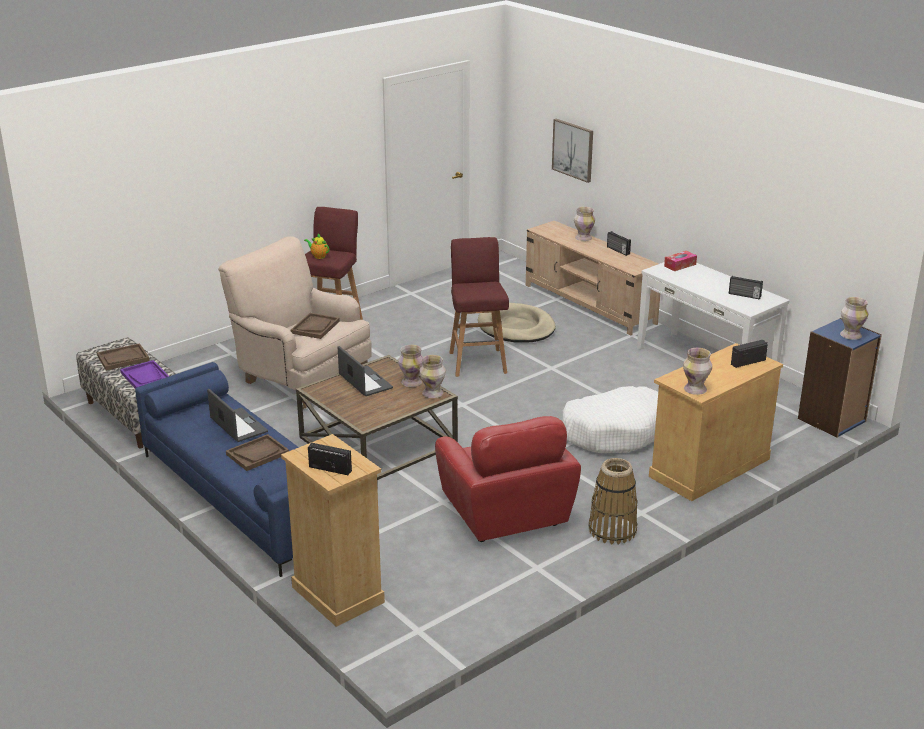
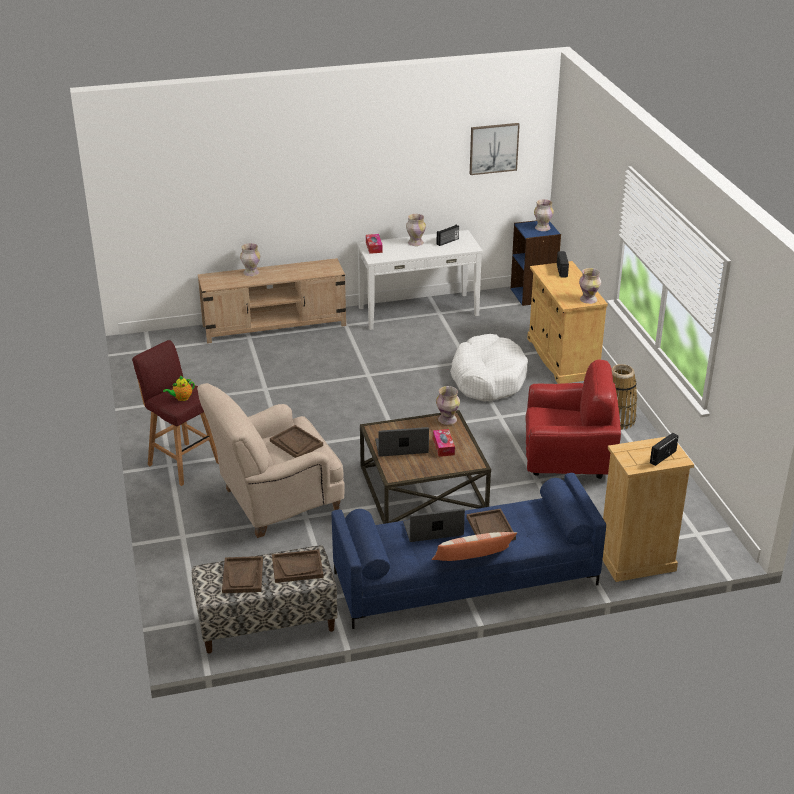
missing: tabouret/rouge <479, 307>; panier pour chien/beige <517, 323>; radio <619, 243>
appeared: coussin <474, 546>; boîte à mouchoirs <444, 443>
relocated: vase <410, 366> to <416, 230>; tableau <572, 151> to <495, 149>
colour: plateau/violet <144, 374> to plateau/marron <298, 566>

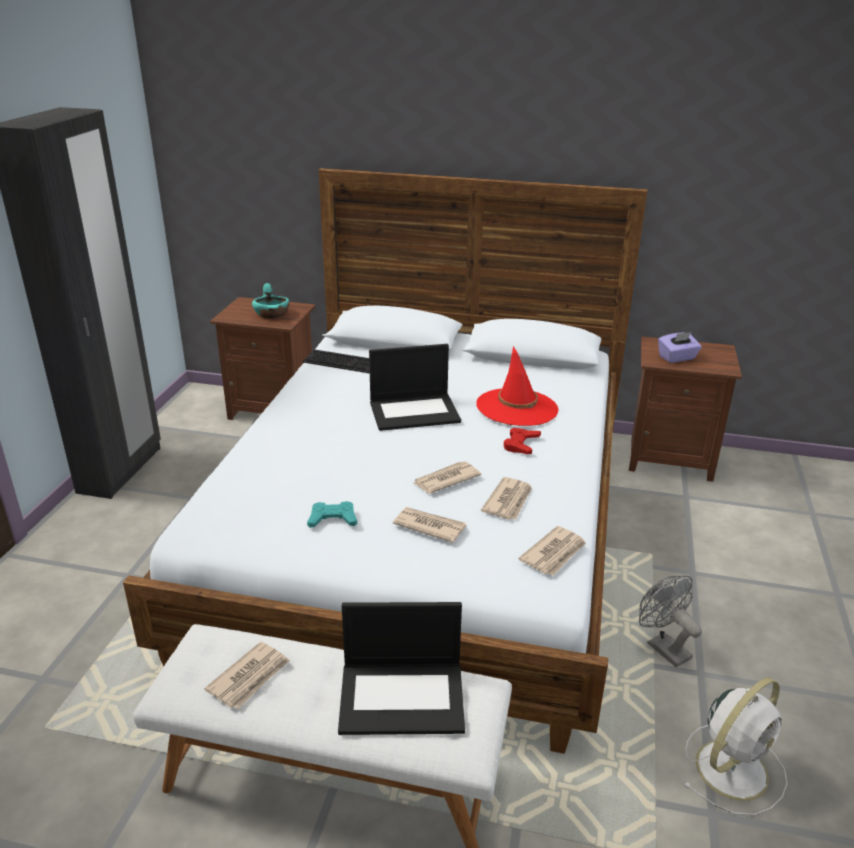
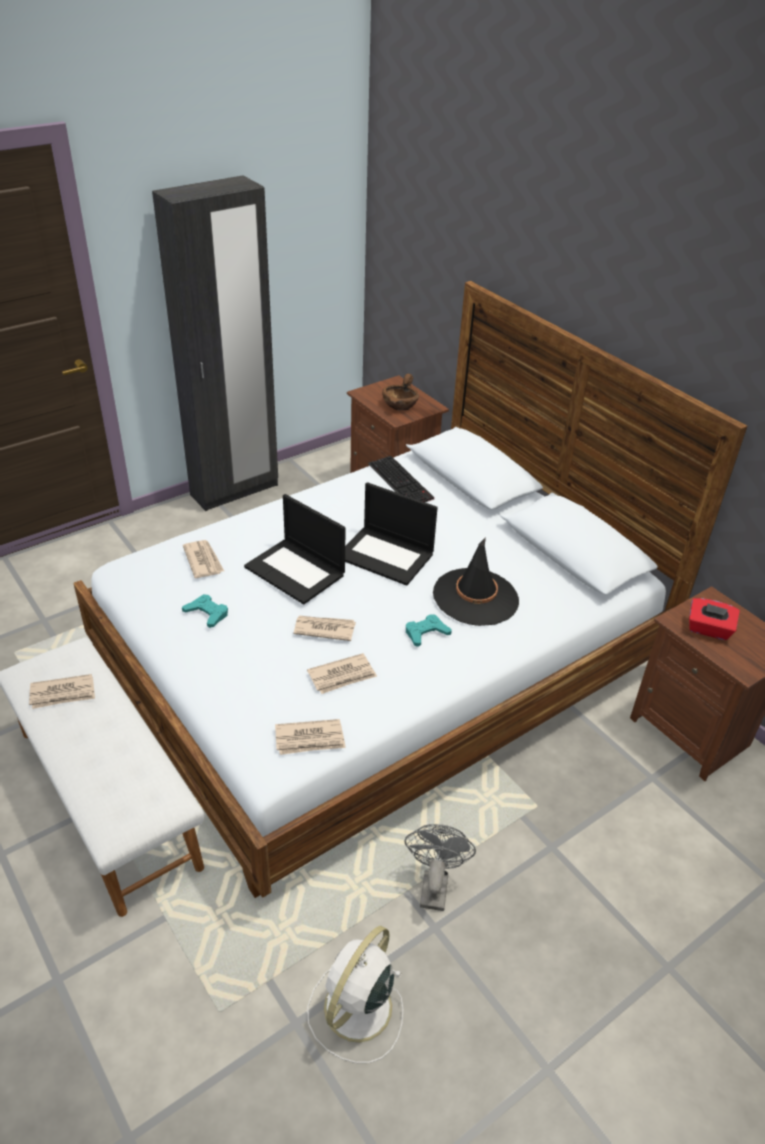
relocated: ordinateur portable <401, 668> to <294, 549>; journal <429, 525> to <203, 559>
colour: bol/turquoise <271, 300> to bol/marron <400, 392>; chapeau/rouge <517, 386> to chapeau/noir <476, 581>; manette/rouge <522, 441> to manette/turquoise <429, 630>; boîte à mouchoirs/violet <680, 347> to boîte à mouchoirs/rouge <714, 619>
spun: ventilateur/blanc <735, 746> = <355, 994> 120 degrees clockwise

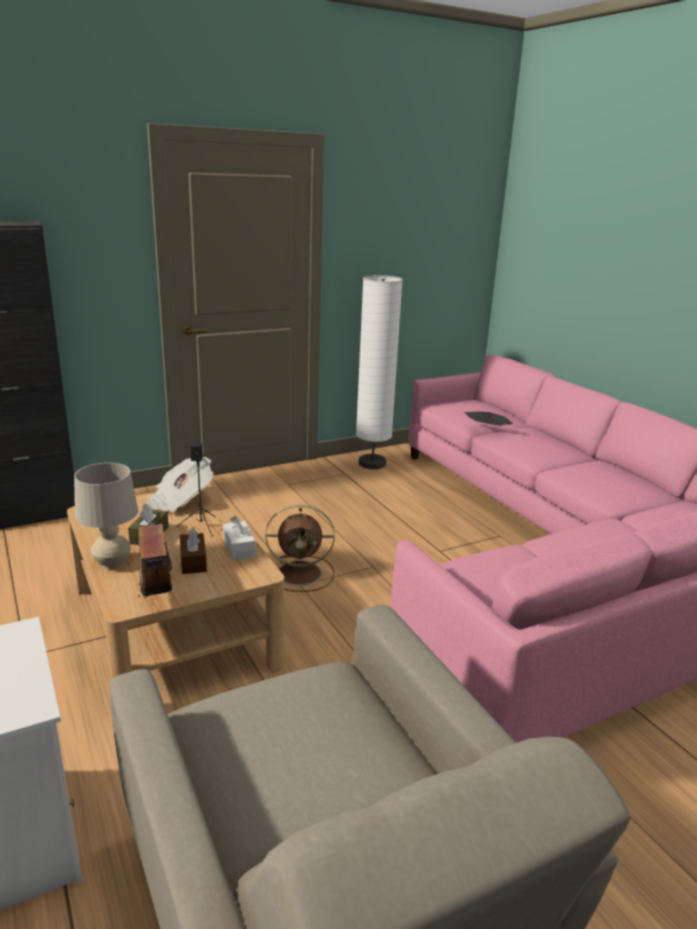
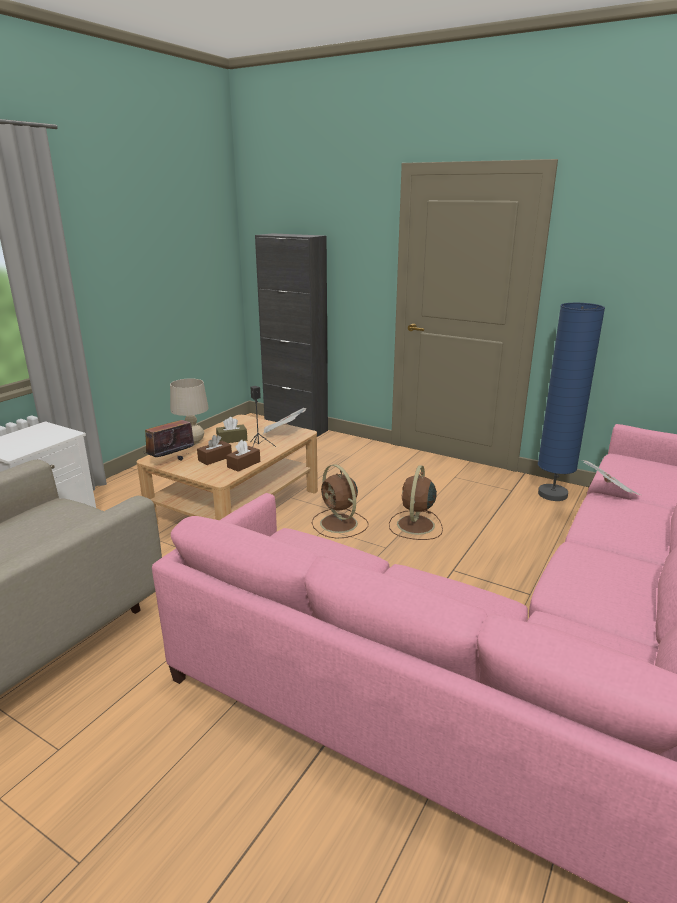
appeared: ventilateur/marron <416, 502>
colour: boîte à mouchoirs/blanc <239, 538> to boîte à mouchoirs/marron <243, 456>; lampadaire/blanc <379, 372> to lampadaire/bleu <571, 402>

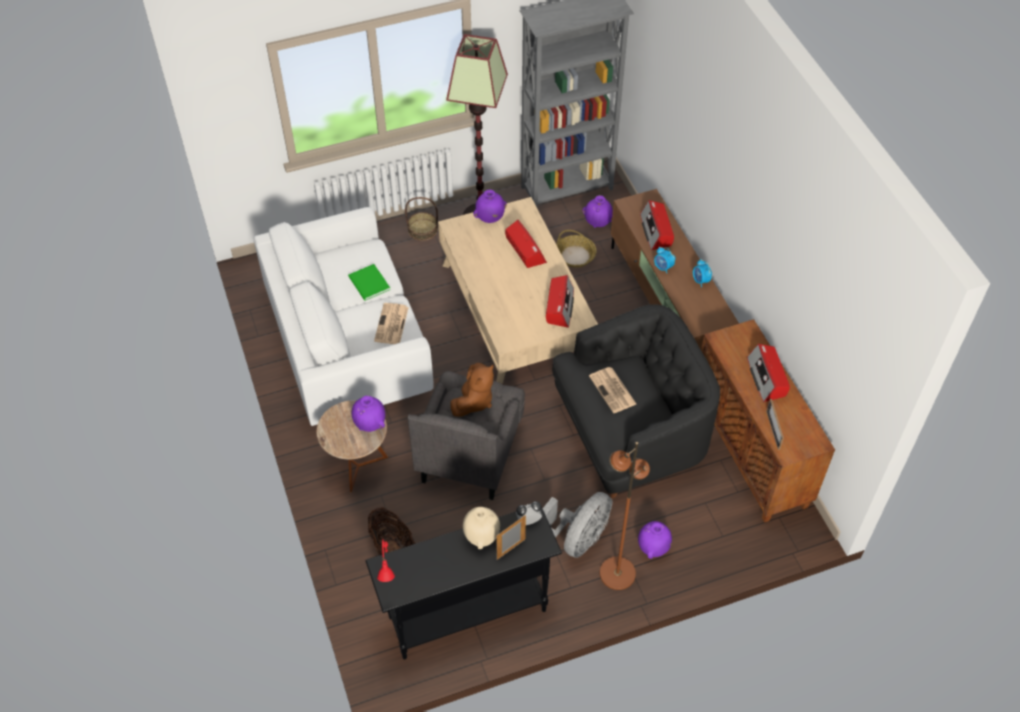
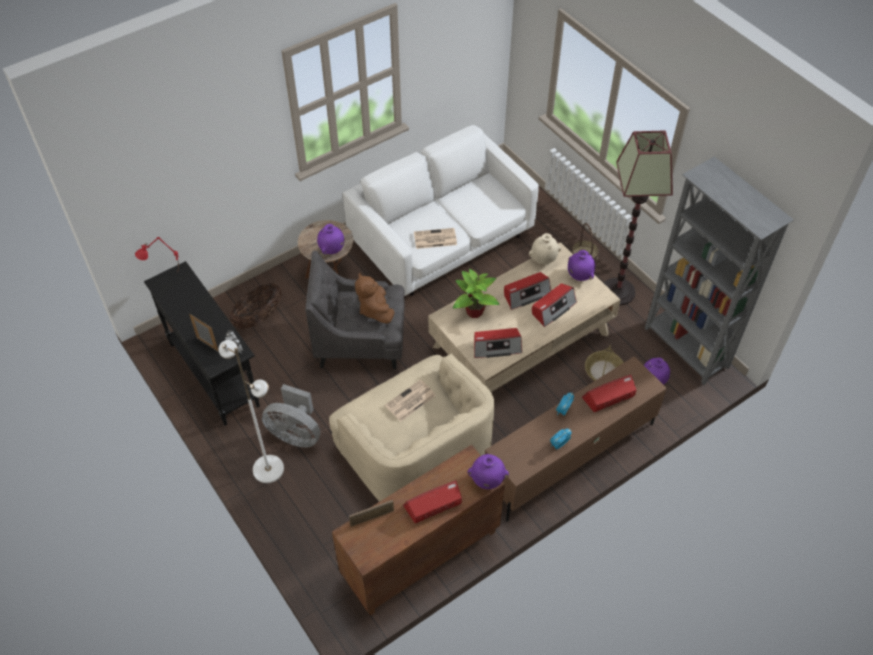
missing: livre/vert <369, 282>
appeared: plante en pot <476, 293>; radio <527, 291>
relocated: vase/beige <481, 528> to <545, 249>; vase/violet <655, 540> to <488, 471>
colour: fauteuil/noir <636, 401> to fauteuil/beige <411, 428>; lampadaire/marron <625, 516> to lampadaire/blanc <251, 411>
spun: peluche/marron <472, 390> = <375, 298> 60 degrees clockwise

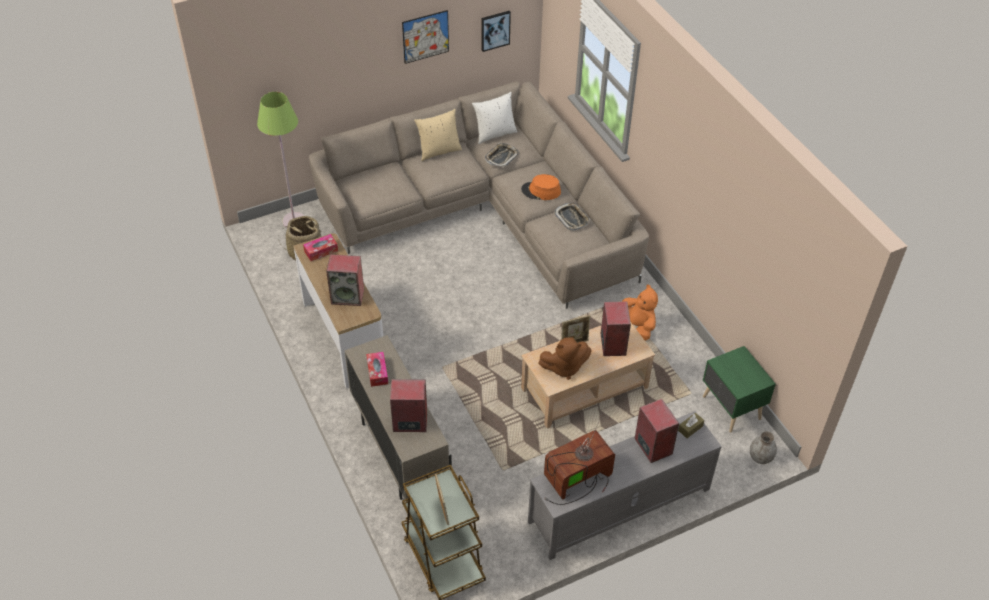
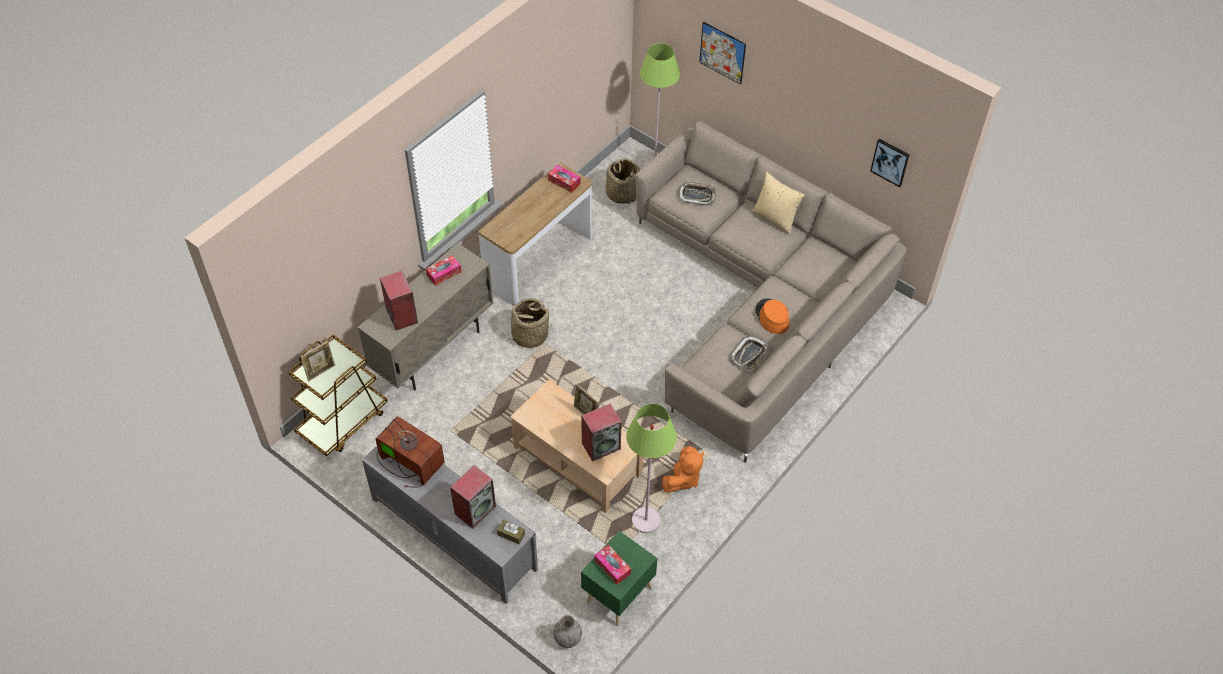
missing: enceinte <345, 280>; coussin/blanc <494, 118>; peluche/marron <565, 358>
appeared: panier <528, 323>; boîte à mouchoirs <612, 564>; lampadaire/vert <651, 468>
relocated: tableau <425, 37> to <722, 53>; plateau <502, 155> to <697, 193>

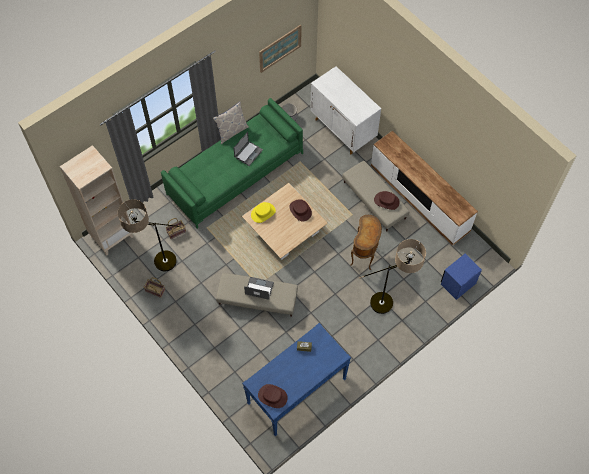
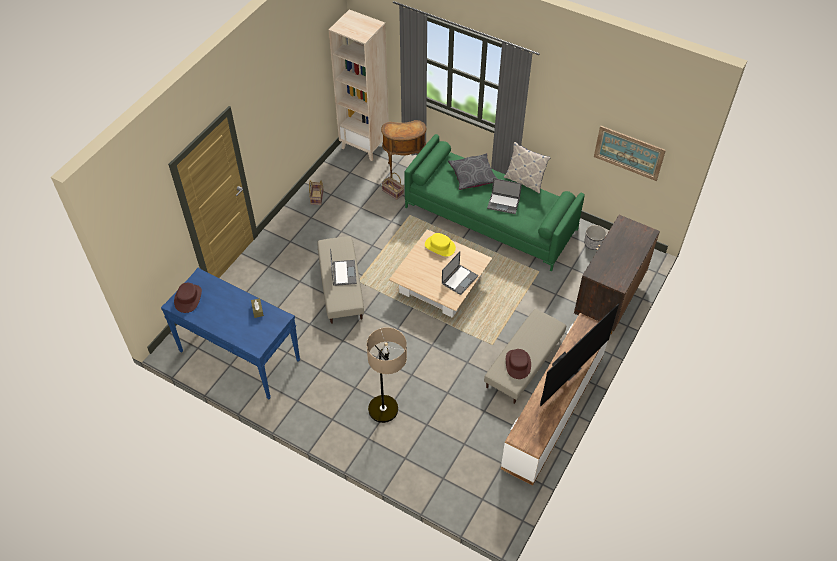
missing: lampadaire <150, 235>; table de chevet/bleu <461, 277>
appeared: coussin/gris <472, 171>; téléviseur <579, 354>
relocated: table d'appoint/marron <366, 242> to <403, 149>
exchanged: chapeau/marron <300, 210> to ordinateur portable <460, 273>
colour: meuble de rangement/blanc <345, 110> to meuble de rangement/marron <617, 274>

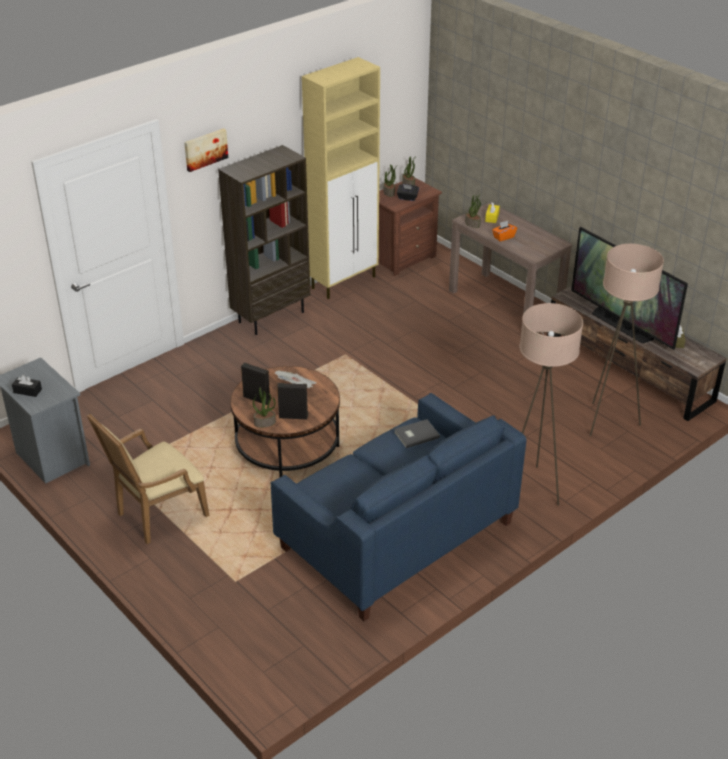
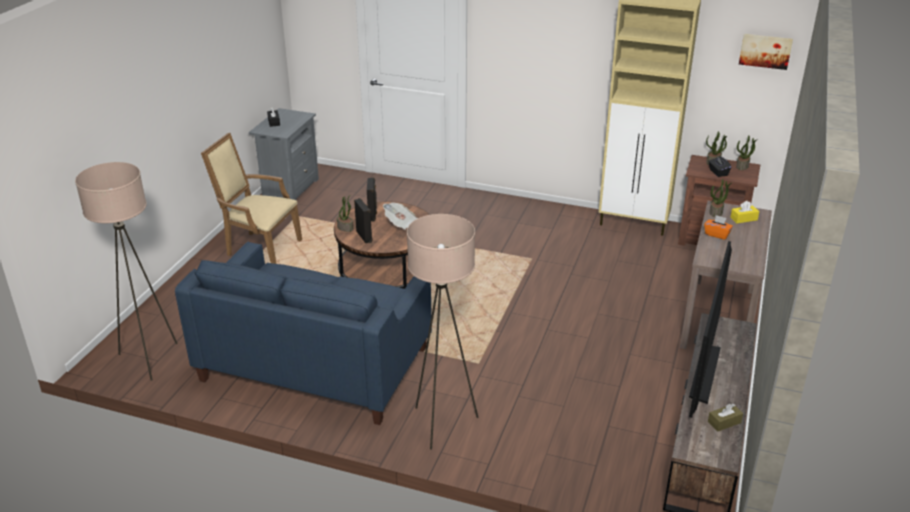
missing: bibliothèque/marron <264, 240>; livre/gris <417, 433>
relocated: tableau <206, 150> to <766, 52>; lampadaire/beige <627, 340> to <126, 271>

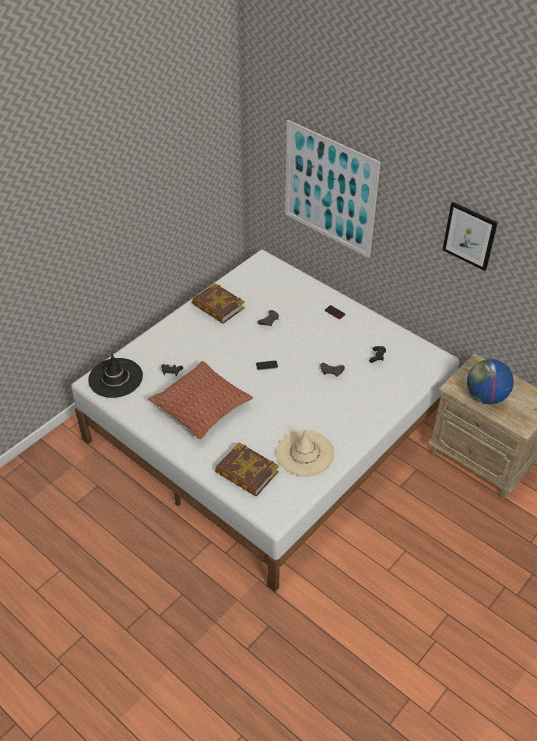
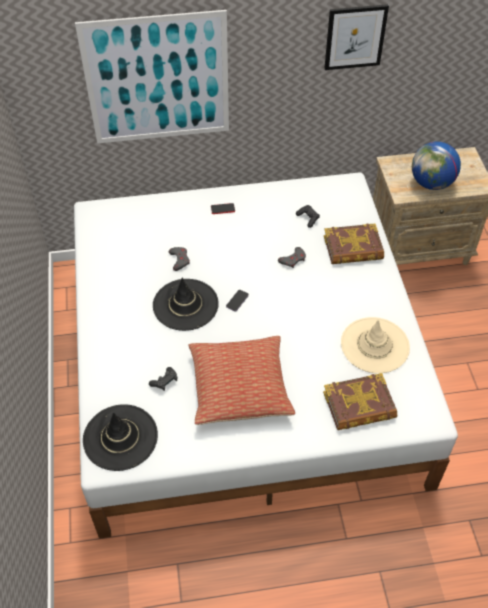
appeared: chapeau/noir <186, 304>
relocated: livre <218, 303> to <354, 243>

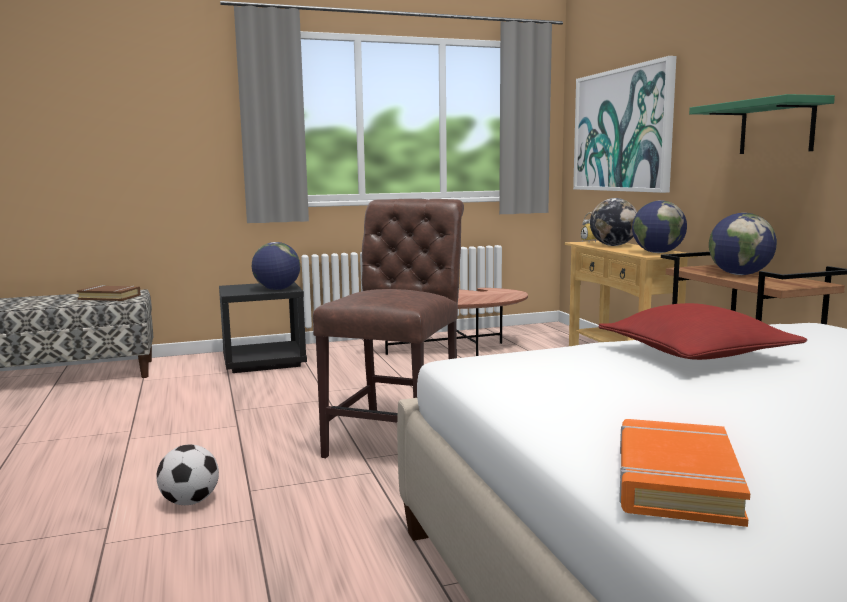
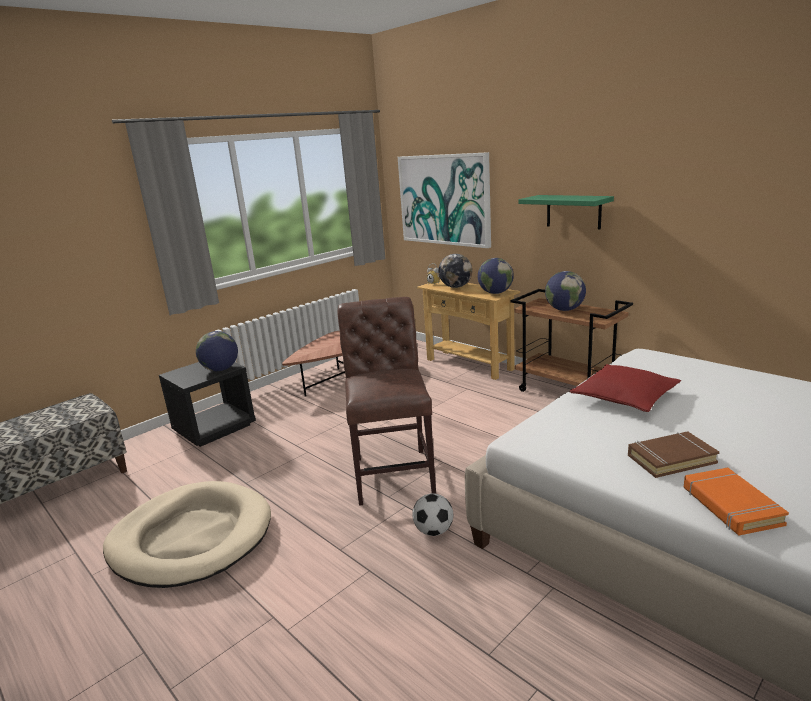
appeared: panier pour chien/beige <187, 534>
relocated: livre/marron <109, 293> to <673, 454>; ballon de foot <187, 474> to <432, 514>

